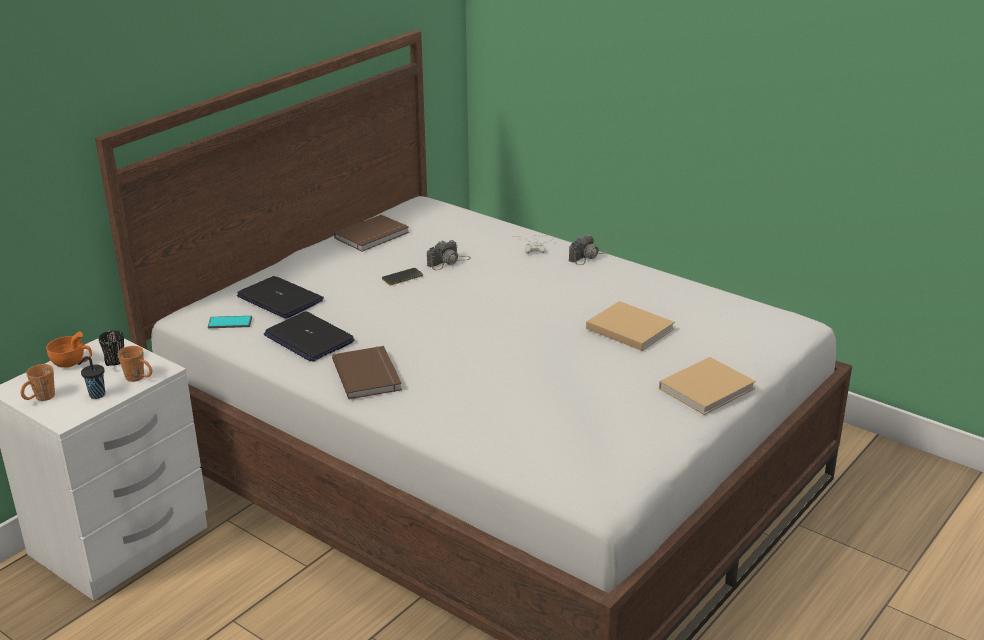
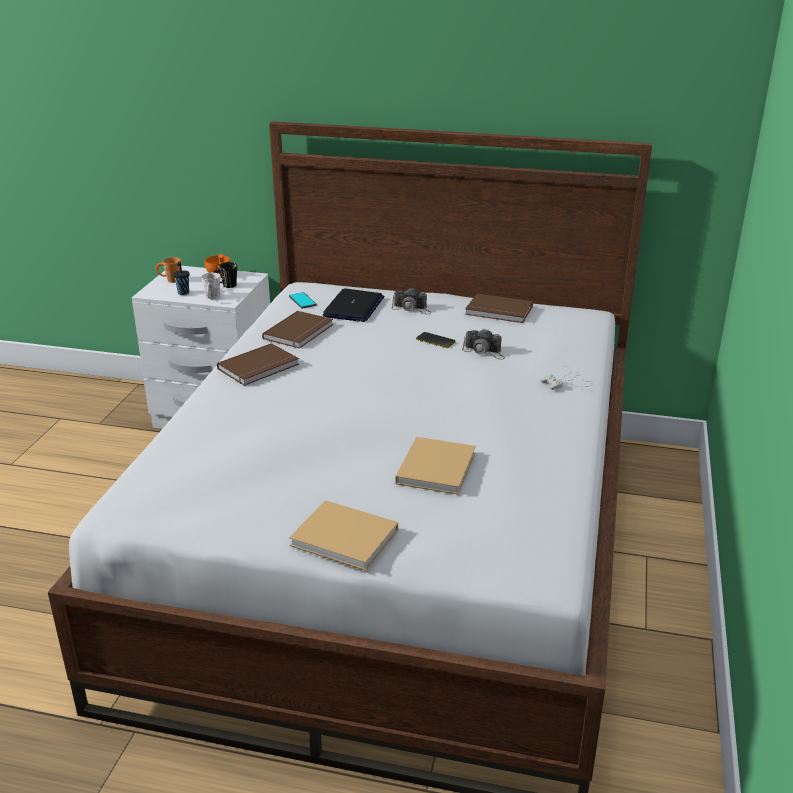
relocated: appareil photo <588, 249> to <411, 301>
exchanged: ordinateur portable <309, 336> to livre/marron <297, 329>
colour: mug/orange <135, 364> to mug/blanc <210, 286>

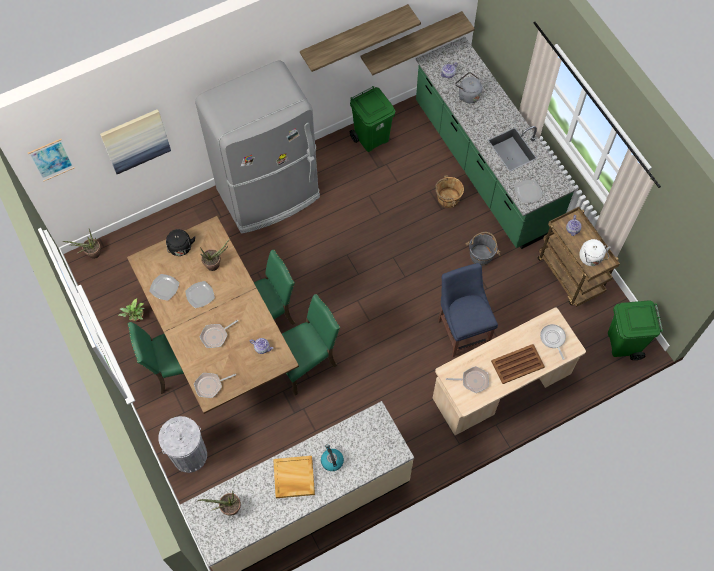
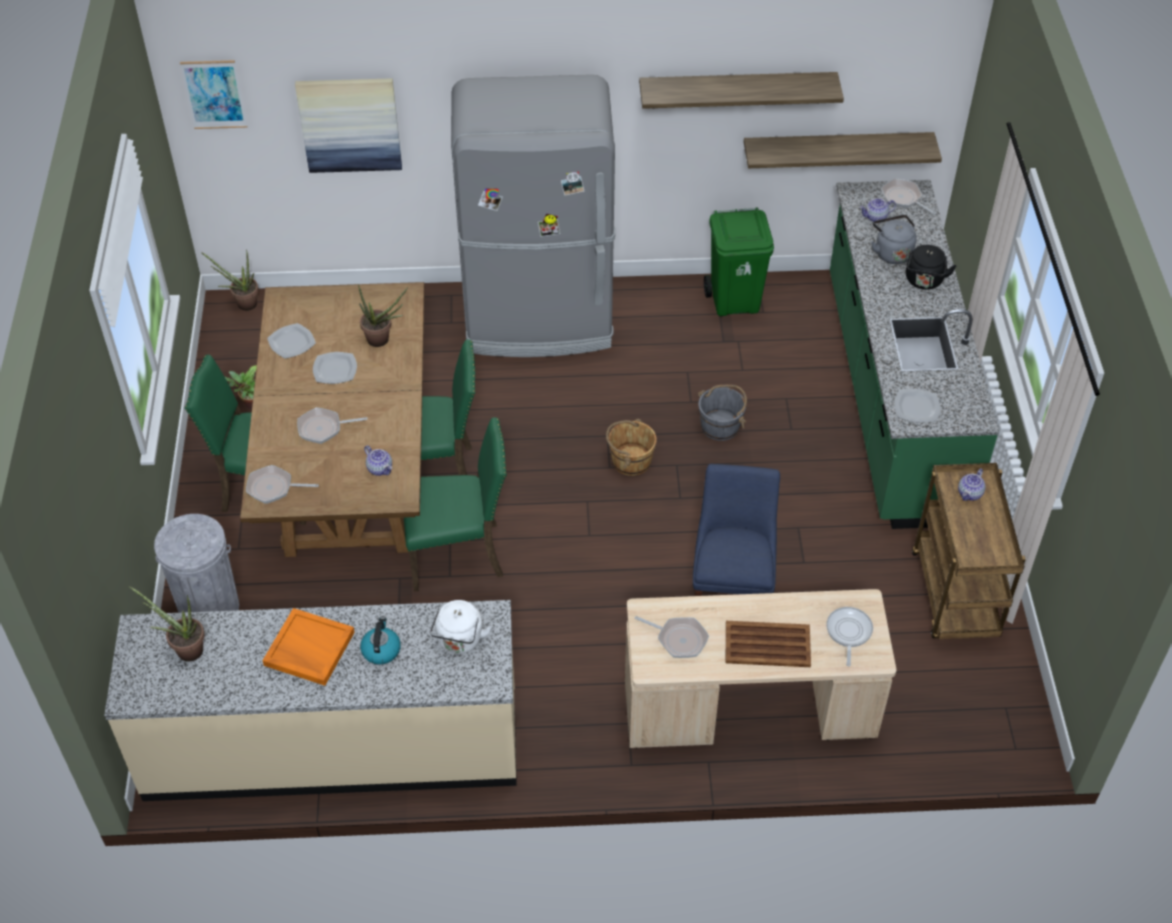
missing: poubelle/vert <635, 330>
appeared: poêle <908, 197>
relocated: bouilloire/noir <180, 242> to <931, 267>; seau/marron <449, 191> to <631, 447>; seau/gris <483, 249> to <722, 413>; bouilloire/blanc <594, 252> to <461, 627>
colour: plateau/beige <294, 477> to plateau/orange <308, 647>

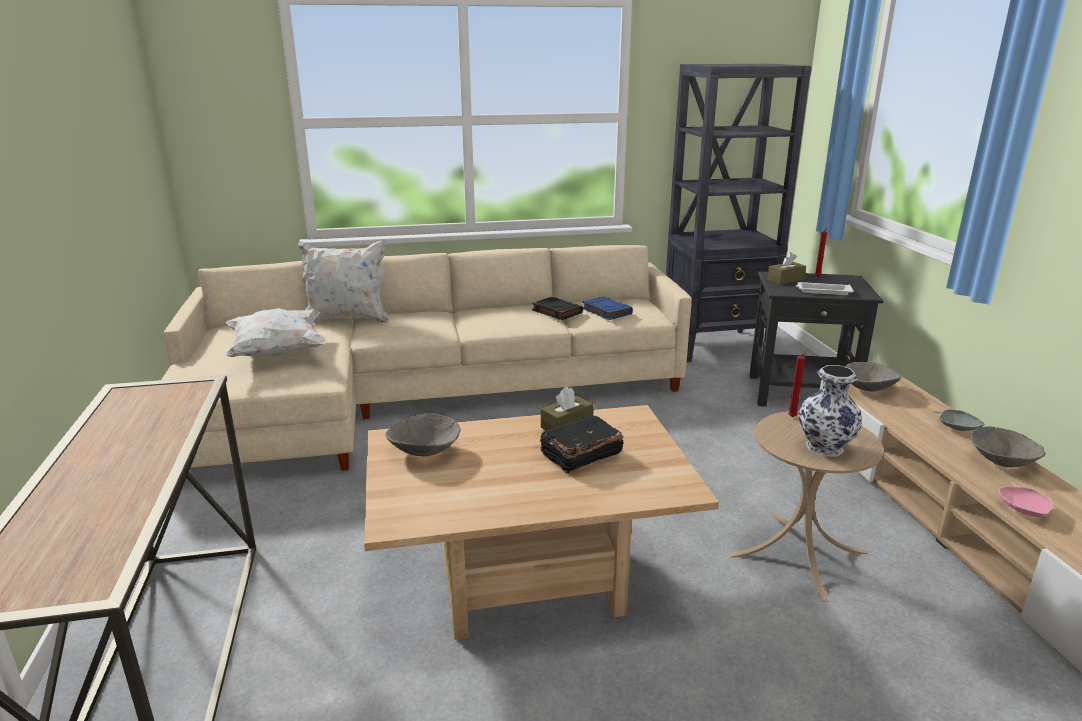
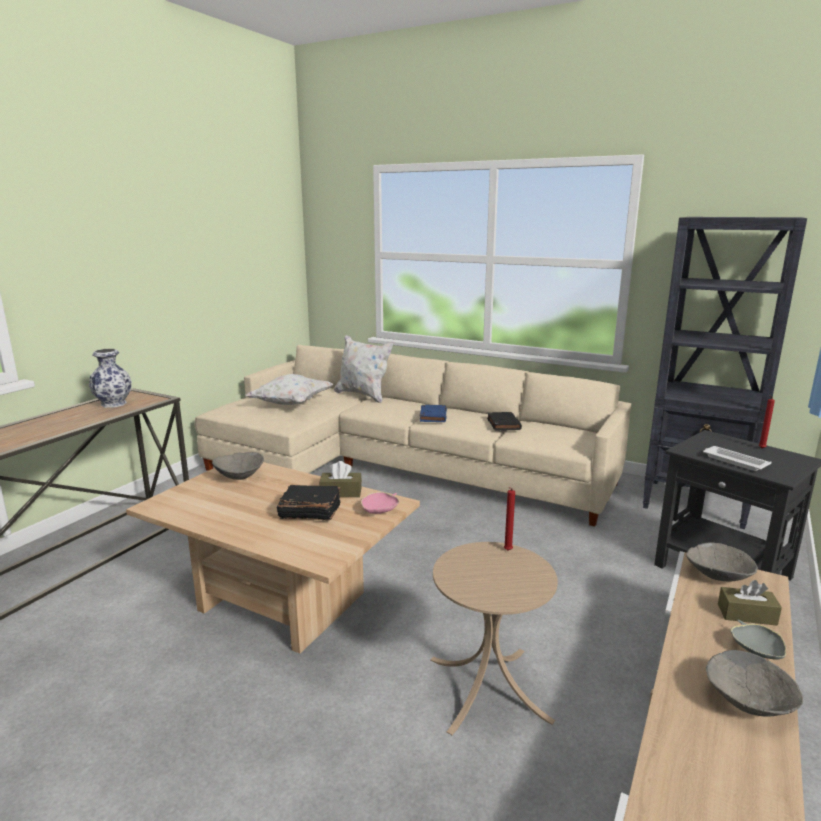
relocated: livre/bleu <608, 308> to <433, 413>; boîte à mouchoirs/marron <786, 268> to <750, 602>; vase <830, 411> to <110, 378>; bol/rose <1026, 499> to <380, 503>

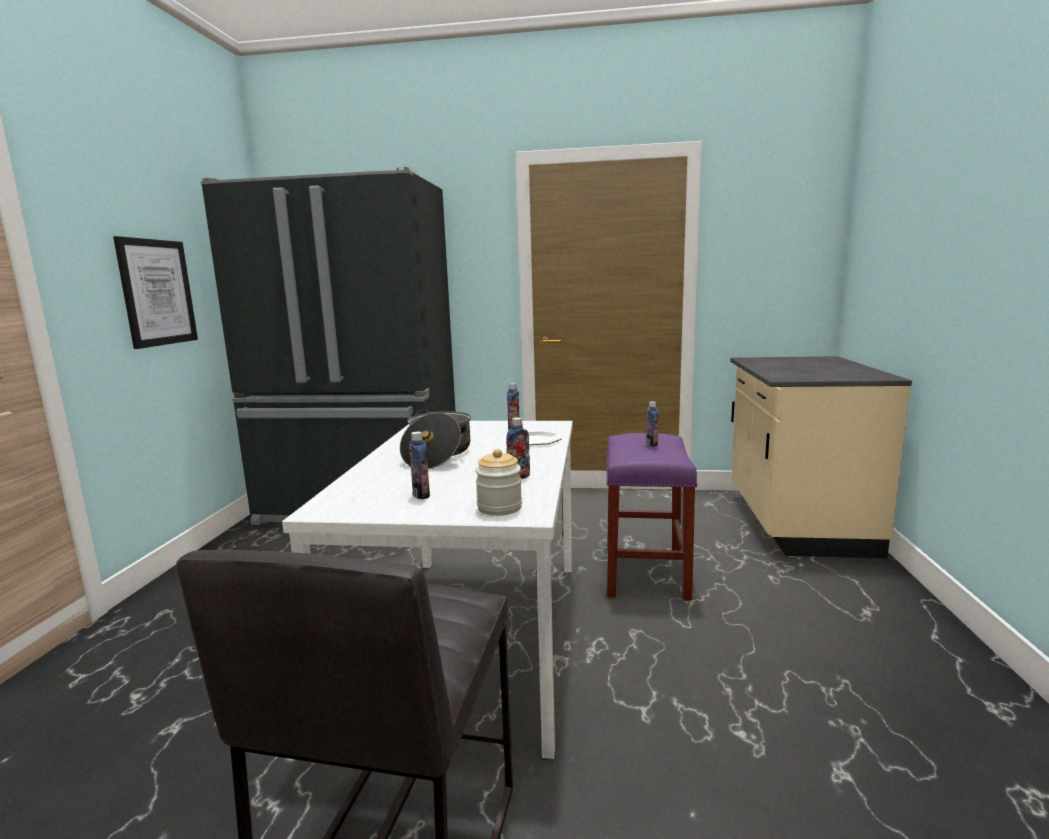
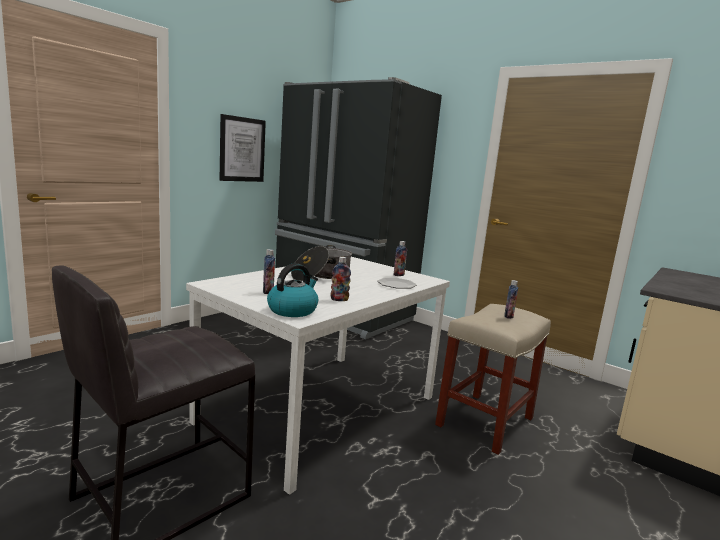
exchanged: bocal <498, 482> to bouilloire <292, 290>
colour: tabouret/violet <652, 517> to tabouret/beige <493, 379>

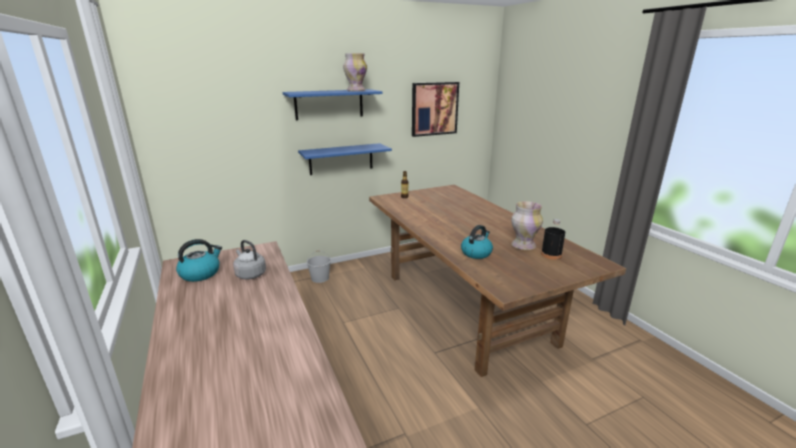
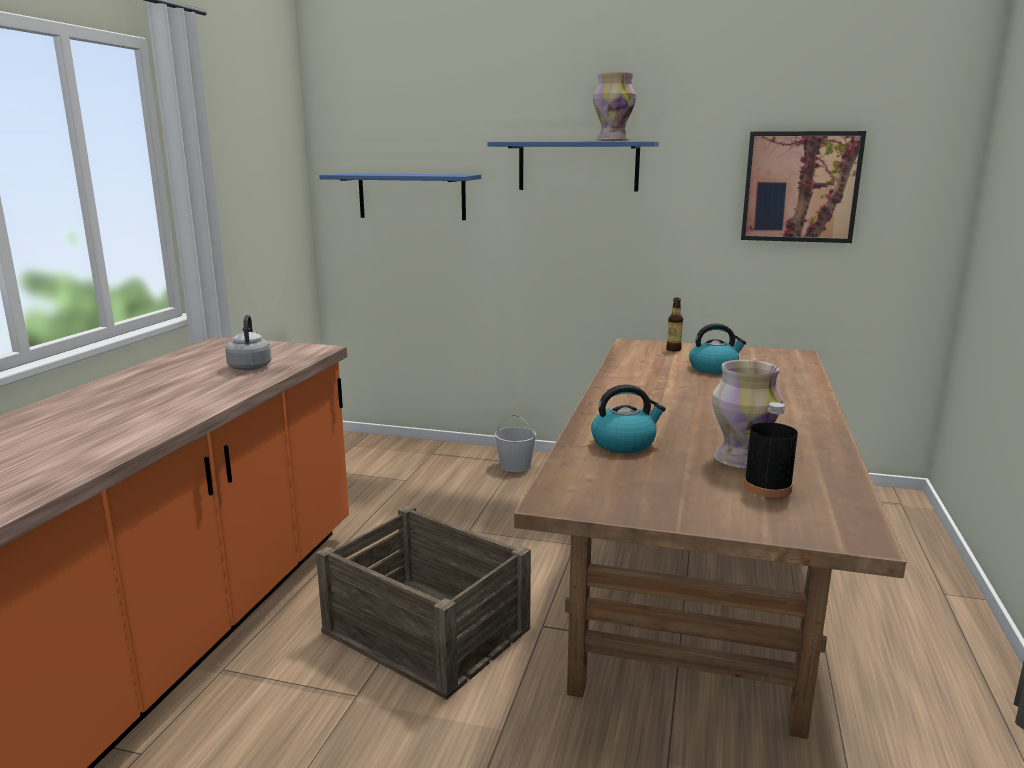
appeared: caisse <423, 602>
relocated: bouilloire <199, 260> to <717, 348>; étagère/bleu <345, 159> to <400, 196>

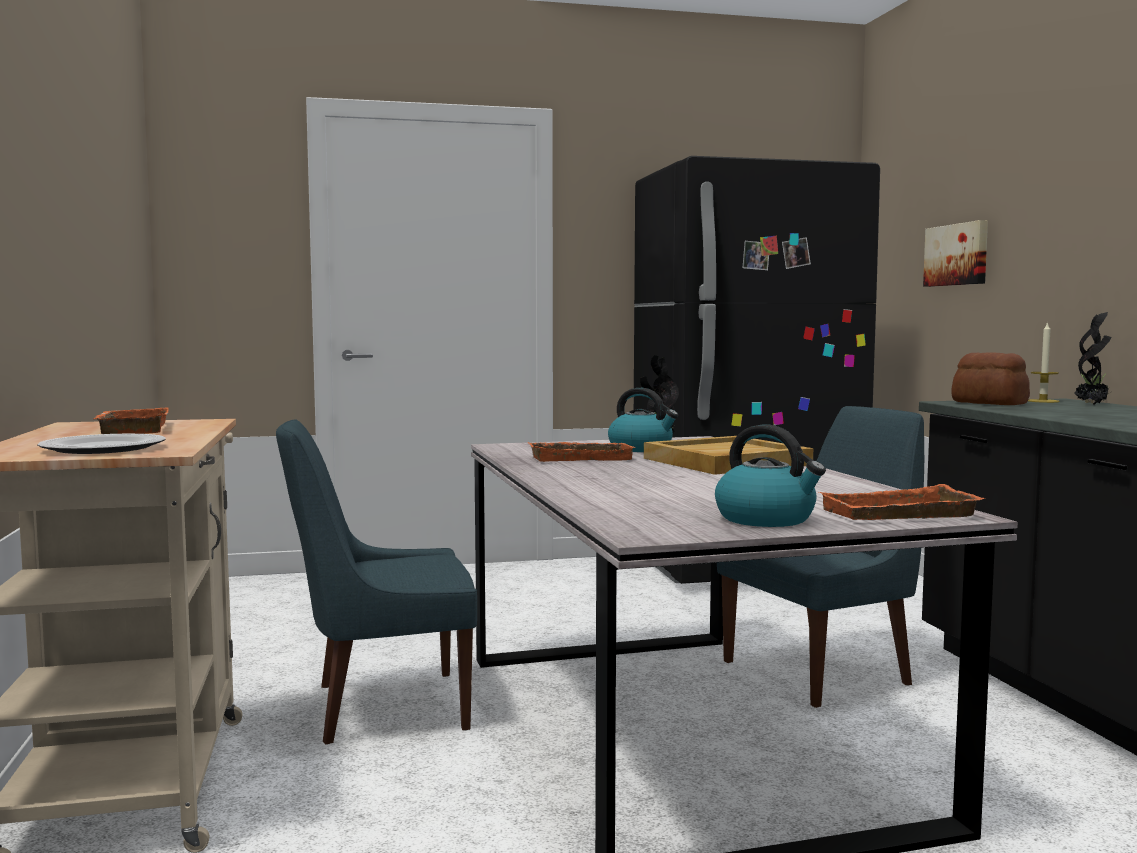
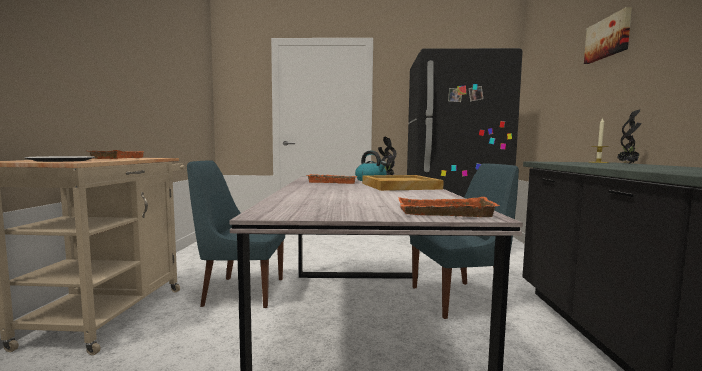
missing: bouilloire <770, 476>; pain <991, 378>
relocated: tableau <955, 253> to <608, 35>

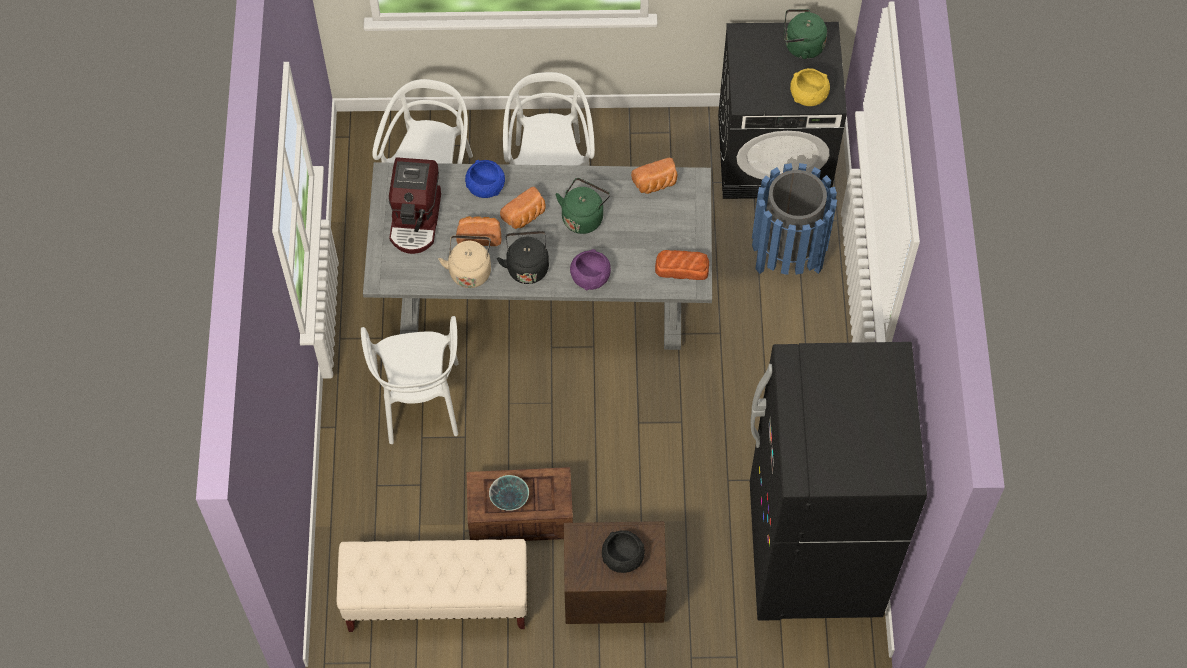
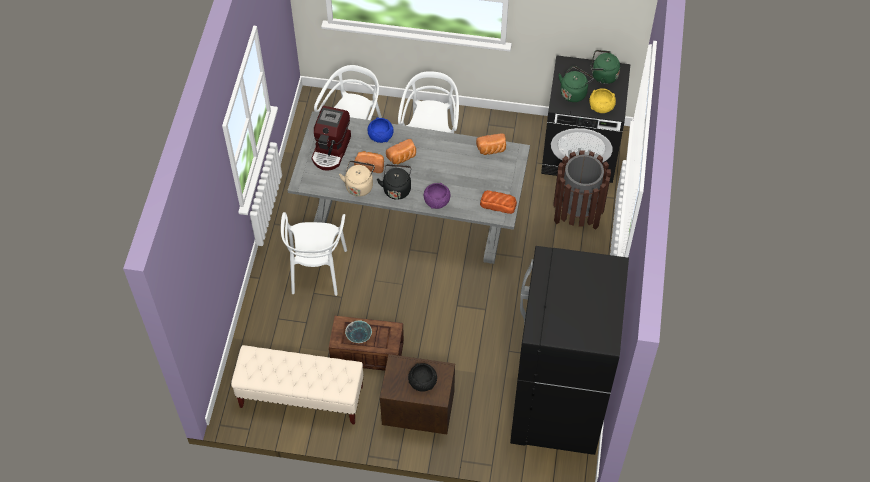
relocated: bouilloire/vert <583, 206> to <576, 84>
colour: poubelle/bleu <794, 219> to poubelle/marron <582, 190>

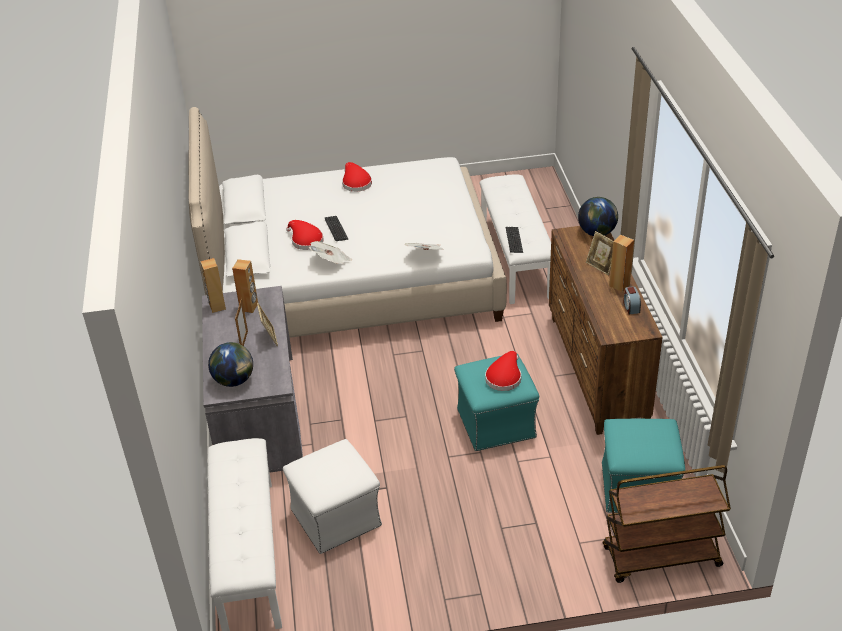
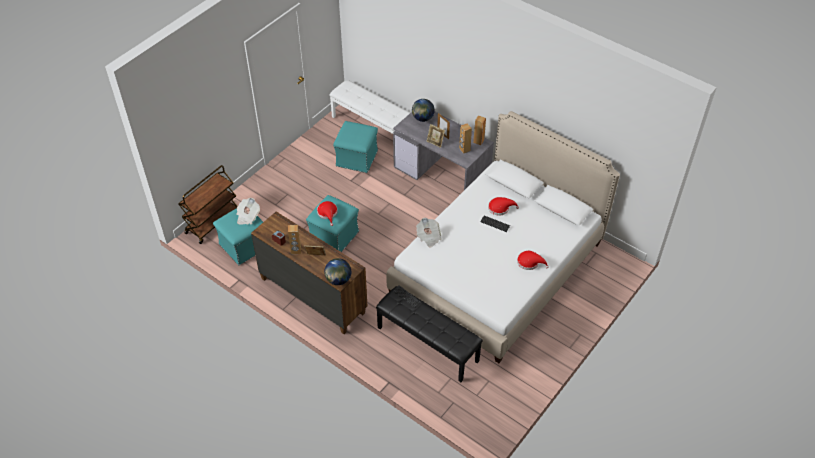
relocated: journal <330, 252> to <248, 211>
colour: pouf/blanc <332, 496> to pouf/turquoise <355, 147>; banc/blanc <515, 239> to banc/noir <429, 334>

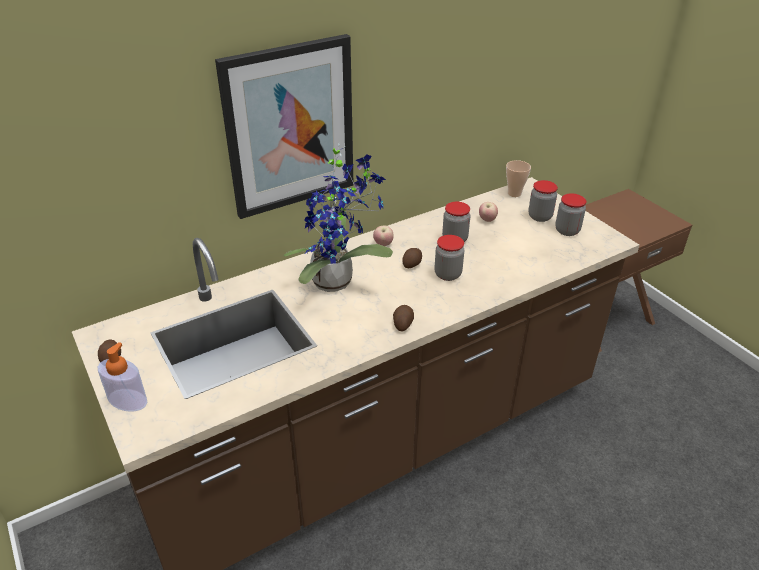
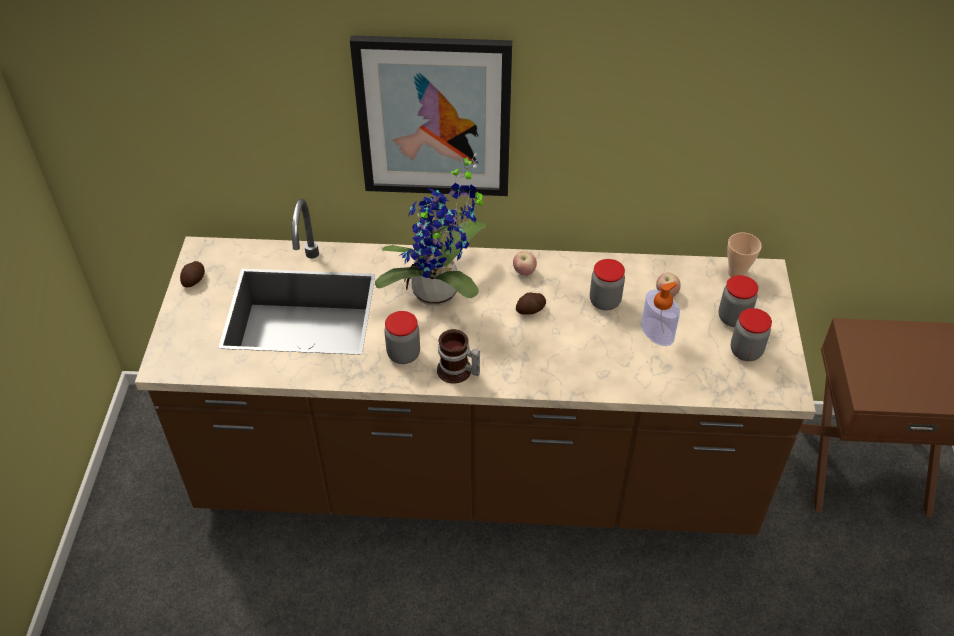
relocated: distributeur de savon <122, 377> to <660, 314>; bocal <449, 258> to <402, 337>
exchanged: pomme de terre <403, 318> to mug <458, 356>

